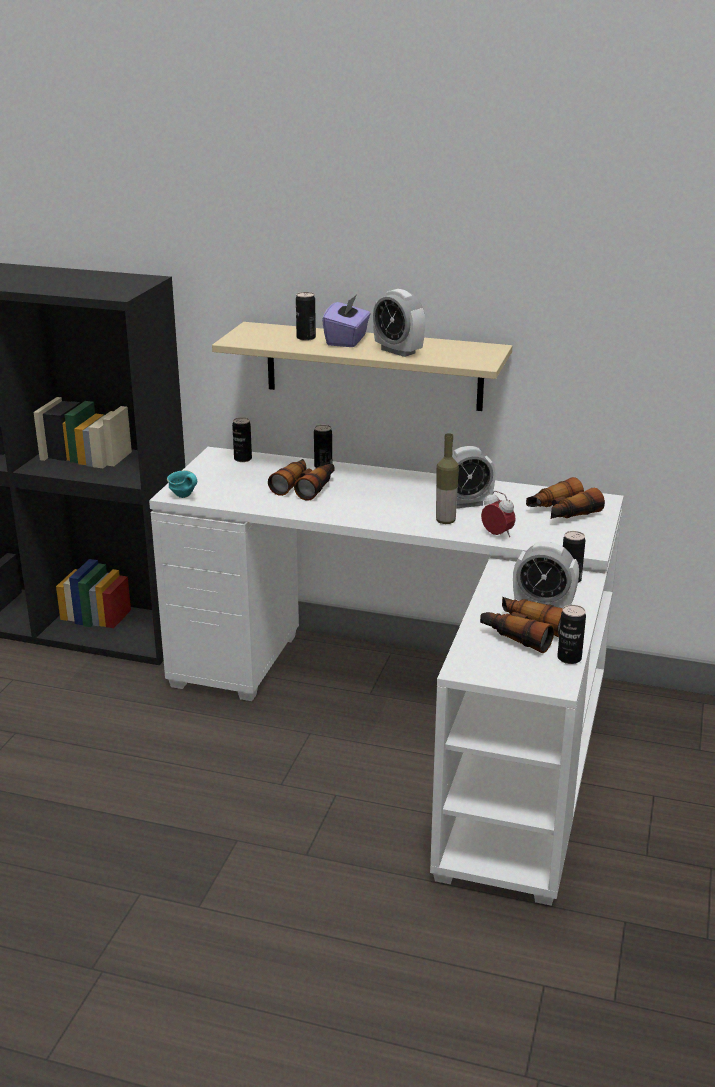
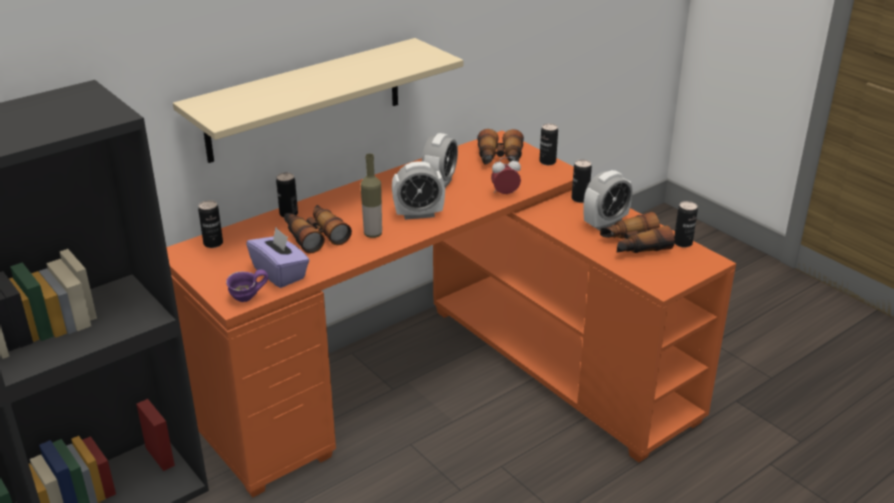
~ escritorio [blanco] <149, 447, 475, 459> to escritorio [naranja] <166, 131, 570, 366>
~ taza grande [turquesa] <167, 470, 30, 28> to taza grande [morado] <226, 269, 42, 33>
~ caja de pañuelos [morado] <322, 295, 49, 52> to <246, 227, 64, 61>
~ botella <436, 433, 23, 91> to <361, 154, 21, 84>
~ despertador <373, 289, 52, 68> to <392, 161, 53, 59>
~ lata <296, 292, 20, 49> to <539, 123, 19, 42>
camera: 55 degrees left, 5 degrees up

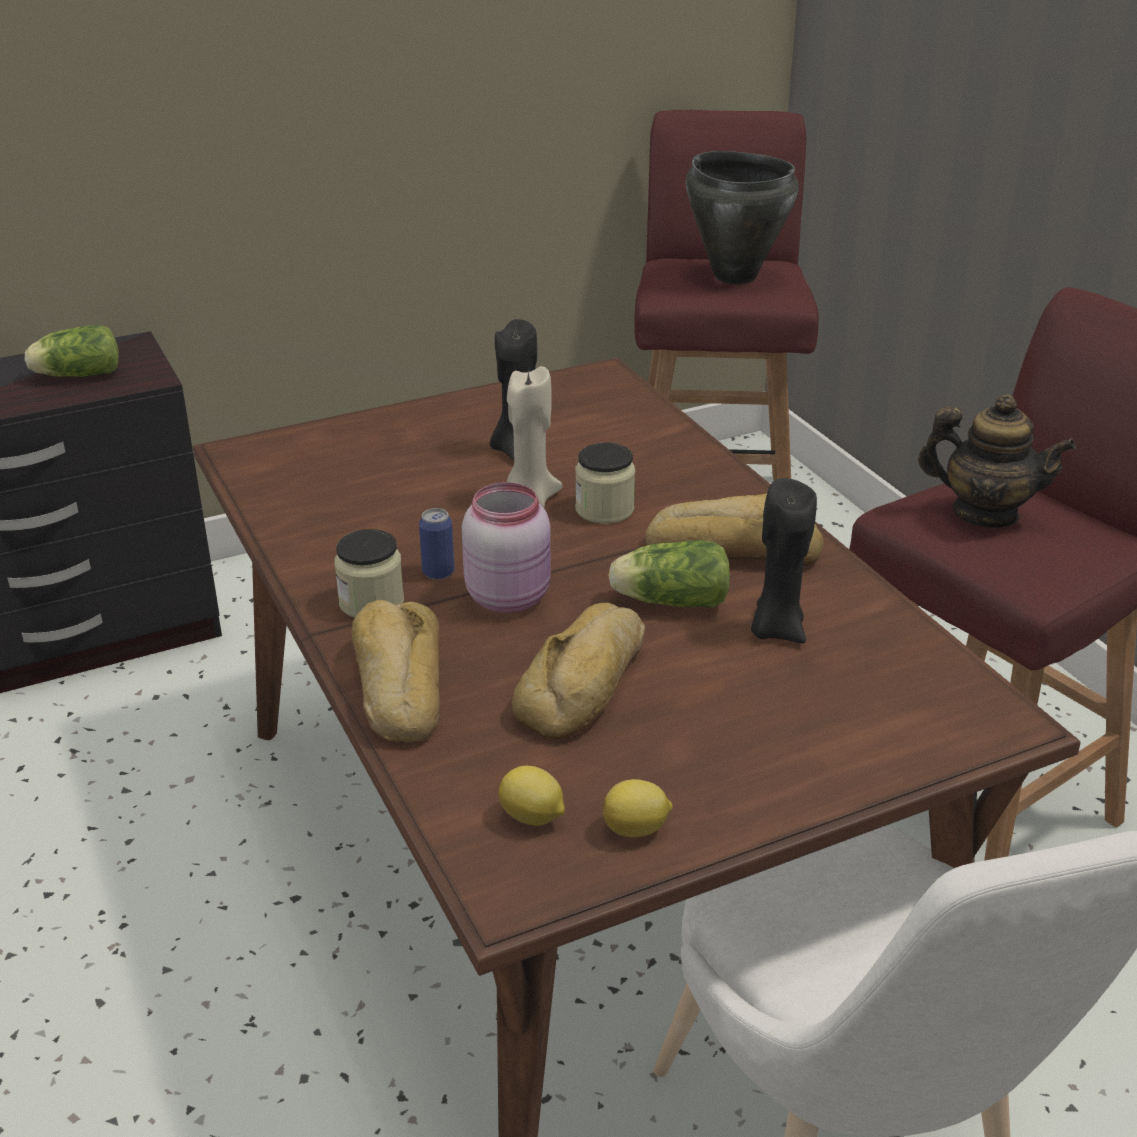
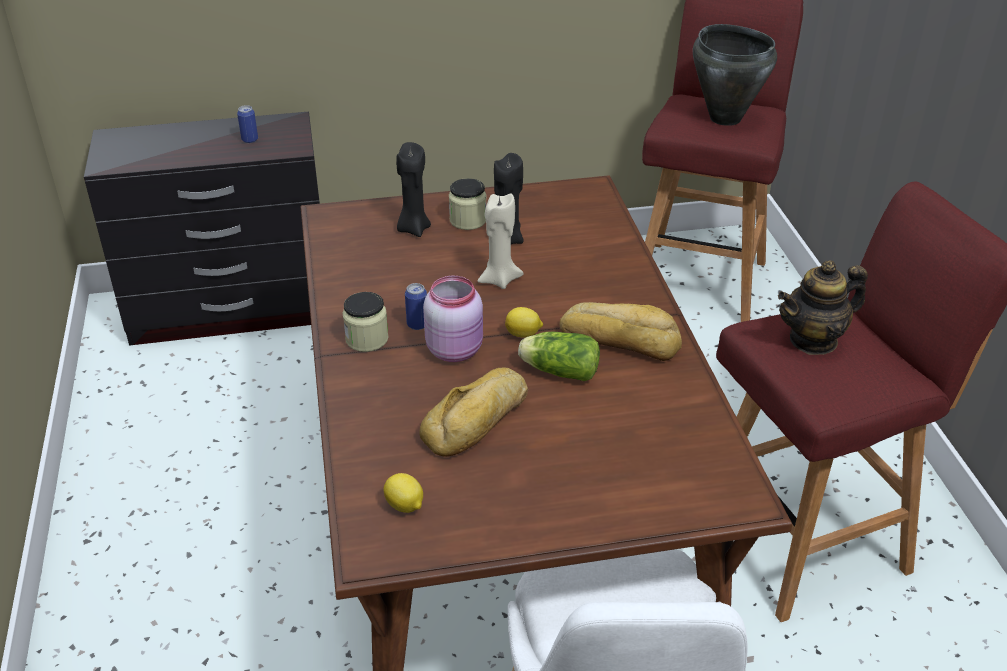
~ lechuga <25, 325, 94, 52> to lata <237, 105, 21, 38>
~ vela [negro] <751, 478, 66, 165> to <396, 142, 35, 95>
~ tarro <575, 442, 60, 82> to <449, 178, 37, 52>
~ limón <603, 779, 70, 58> to <505, 307, 38, 31>
~ tetera <918, 394, 158, 134> = <778, 260, 90, 95> 120 degrees clockwise
- pan <352, 600, 88, 142>
camera: 15 degrees right, 5 degrees up

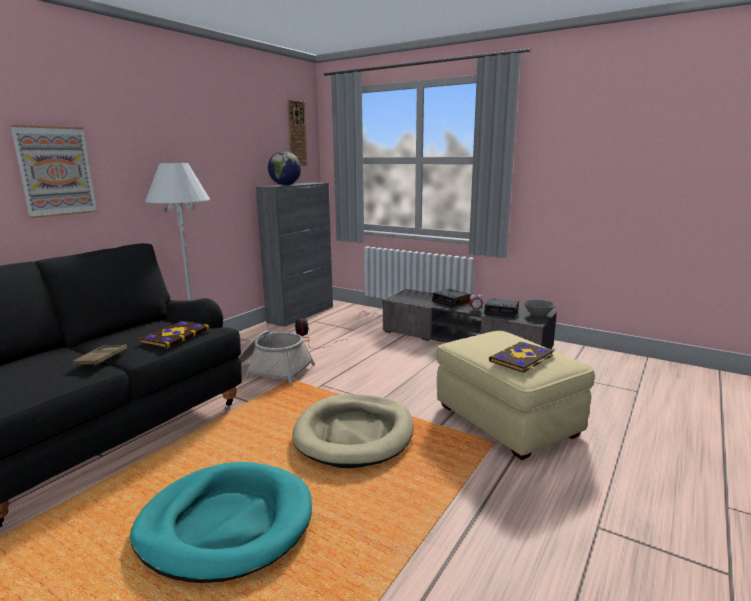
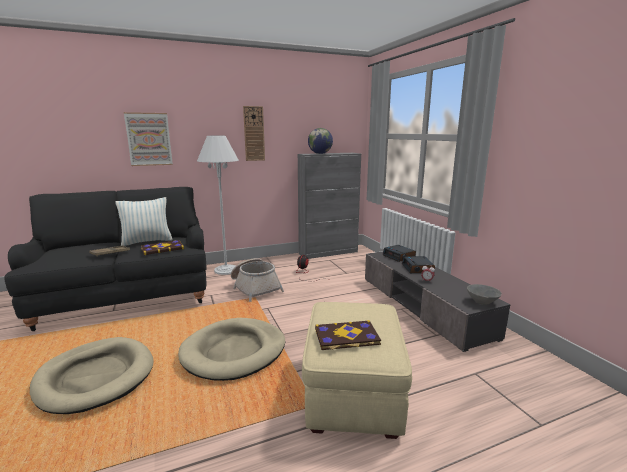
~ cama para perro [turquesa] <130, 462, 182, 121> to cama para perro [beis] <30, 337, 124, 77>
+ cojín <115, 197, 57, 49>
~ reloj de pared <287, 100, 21, 66> to <243, 106, 22, 55>
~ despertador <484, 298, 35, 20> to <383, 245, 33, 17>
camera: 35 degrees right, 0 degrees up

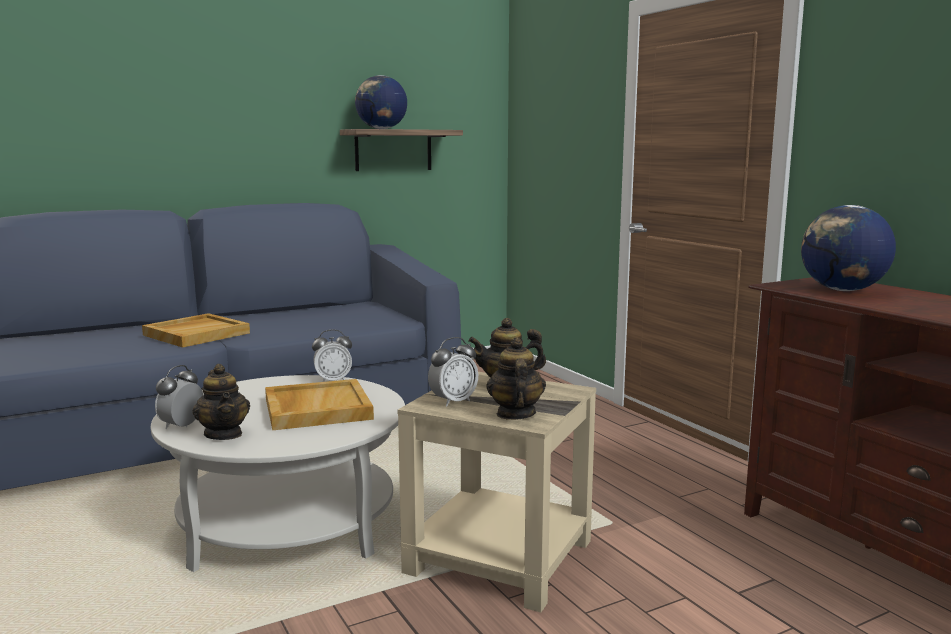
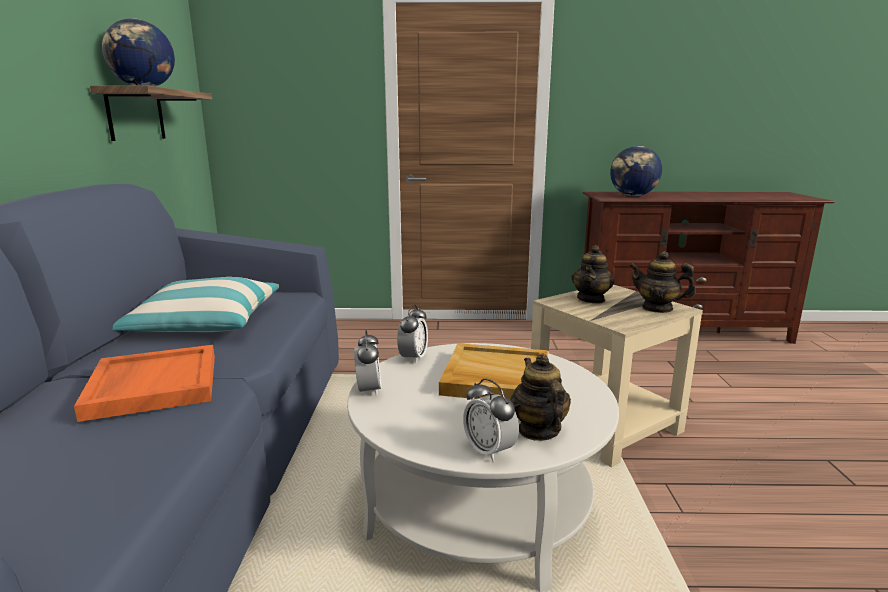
~ bandeja [beis] <142, 313, 108, 35> to bandeja [naranja] <74, 345, 141, 77>
+ cojín <113, 277, 166, 55>
~ despertador <428, 337, 50, 69> to <354, 330, 27, 66>
~ tetera <192, 364, 58, 76> = <510, 353, 61, 88> 105 degrees counterclockwise
camera: 60 degrees left, 5 degrees up

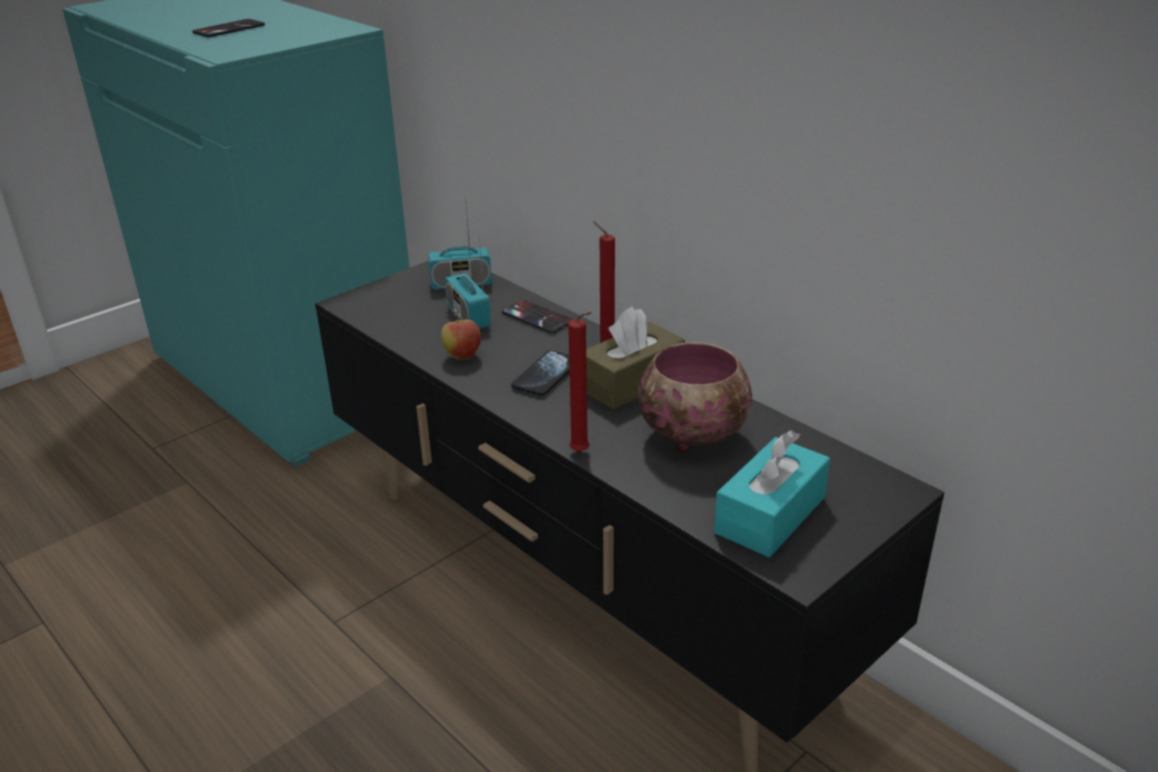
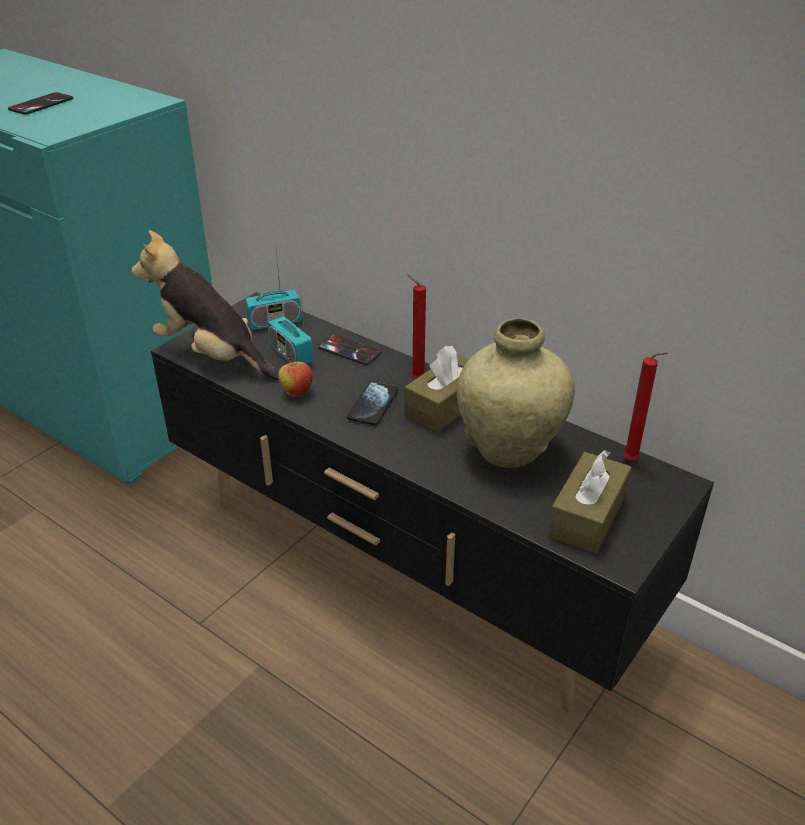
+ peluche <132, 230, 147, 150>
~ cuenco <638, 342, 114, 111> to florero [beis] <457, 318, 118, 150>
~ caja de pañuelos [turquesa] <714, 430, 116, 127> to caja de pañuelos [marrón] <548, 450, 84, 104>
~ vela [rojo] <568, 312, 24, 140> to <623, 352, 45, 109>
camera: 10 degrees left, 5 degrees up

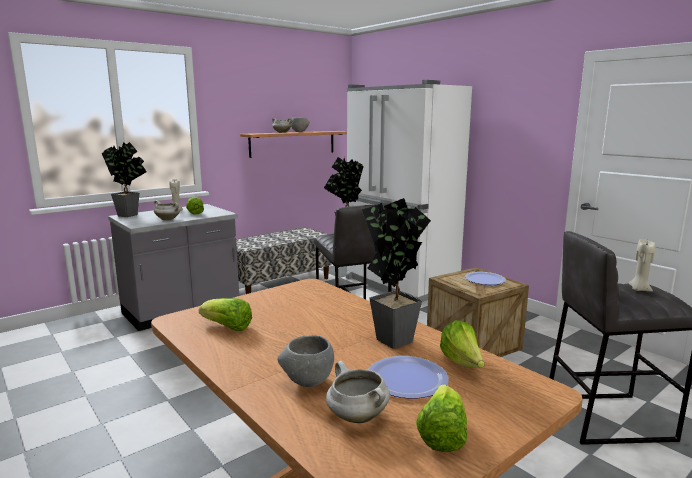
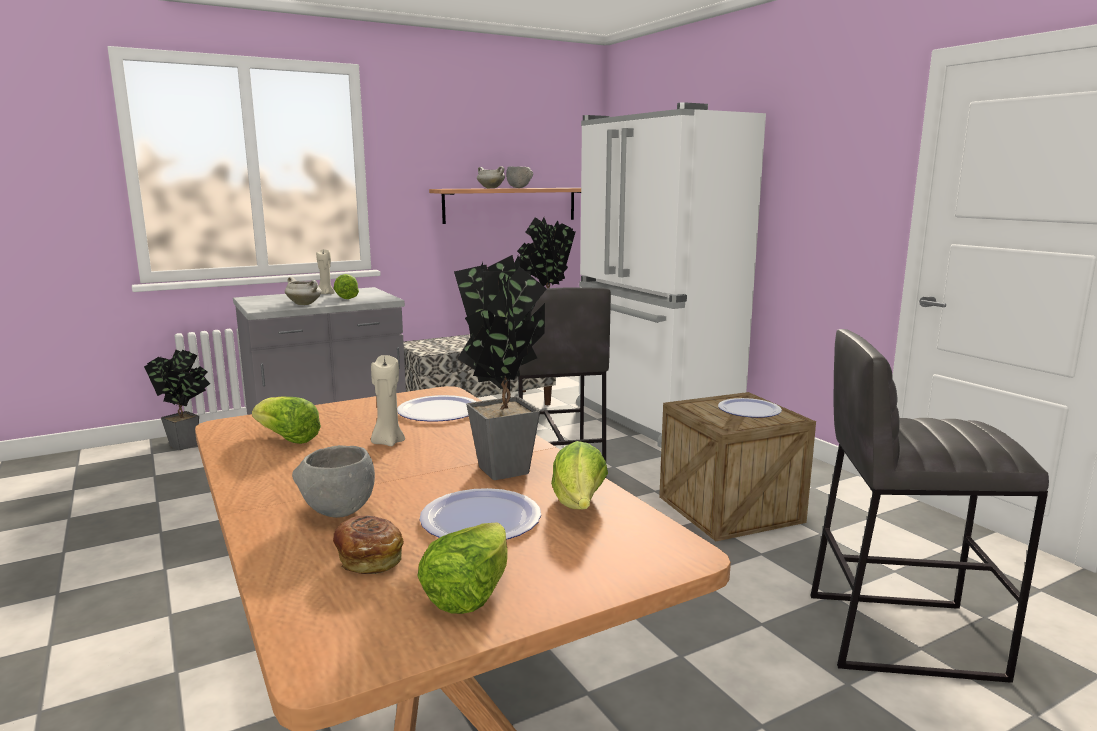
~ planta en maceta <102, 142, 44, 75> to <144, 350, 66, 100>
~ olla [blanco] <326, 361, 64, 62> to pan <333, 515, 71, 59>
~ vela [beis] <629, 239, 26, 53> to <371, 355, 34, 91>
+ plato <397, 395, 80, 27>
camera: 10 degrees right, 0 degrees up

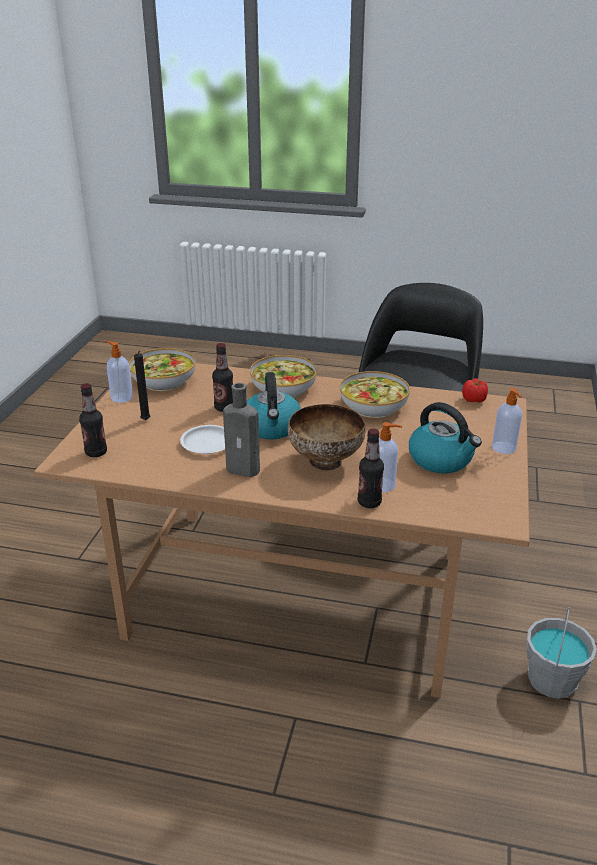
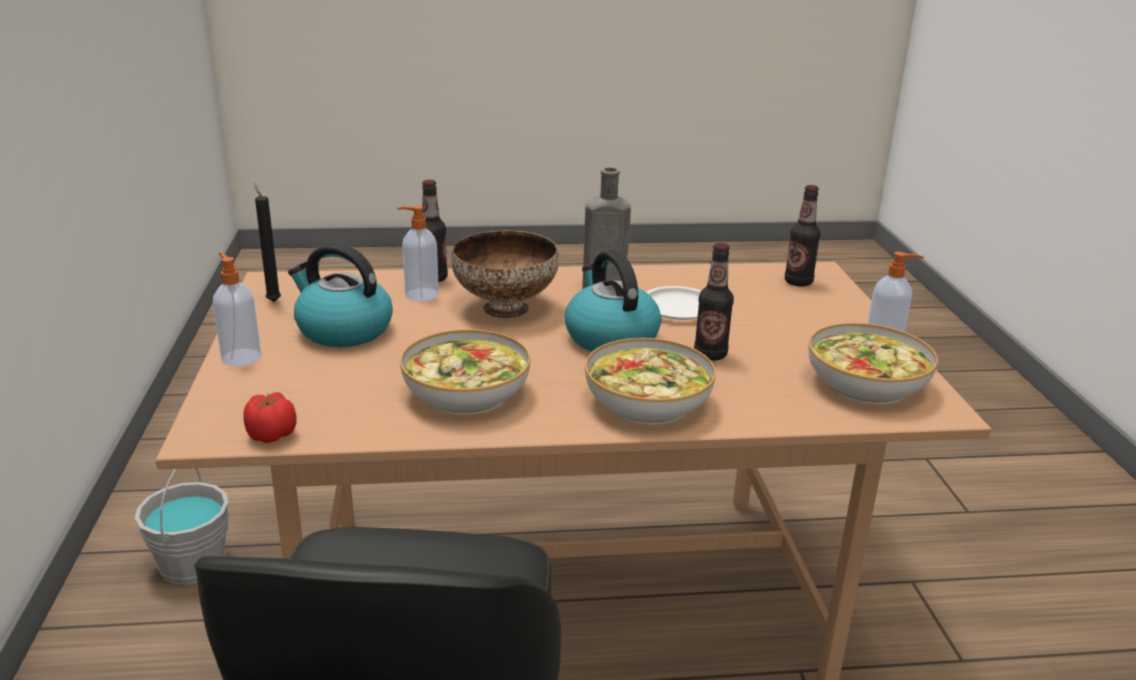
~ vela [negro] <134, 351, 16, 69> to <254, 182, 27, 120>
camera: 160 degrees right, 5 degrees down

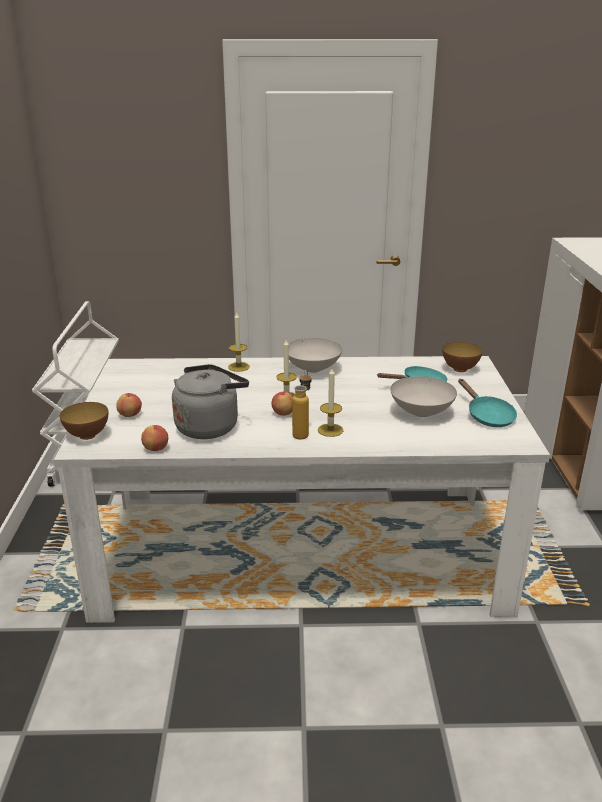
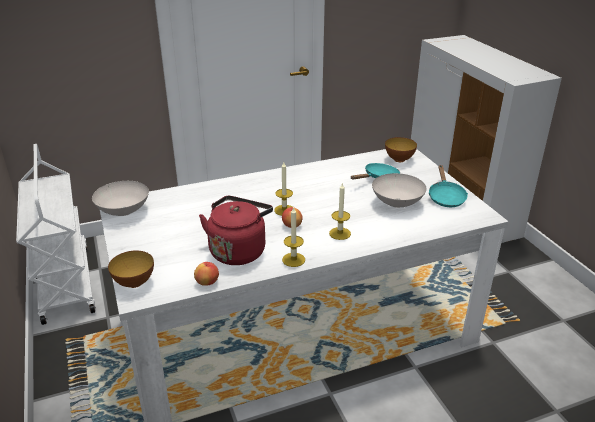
~ cuenco [blanco] <288, 338, 55, 35> to <92, 181, 57, 35>
~ hervidor [gris] <172, 364, 77, 75> to hervidor [rojo] <199, 196, 74, 69>
~ vela <228, 312, 22, 60> to <282, 207, 23, 60>
~ sartén [turquesa] <458, 379, 59, 48> = <429, 165, 39, 42> 45 degrees clockwise
- manzana <116, 393, 26, 24>
- botella <292, 370, 19, 70>
camera: 20 degrees left, 5 degrees up

